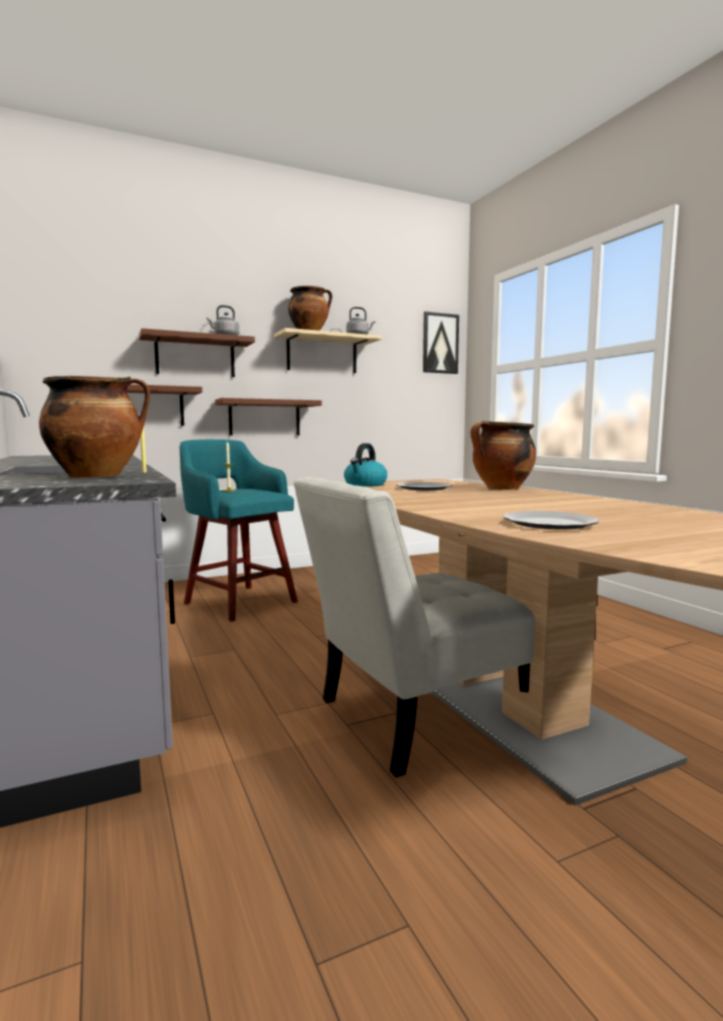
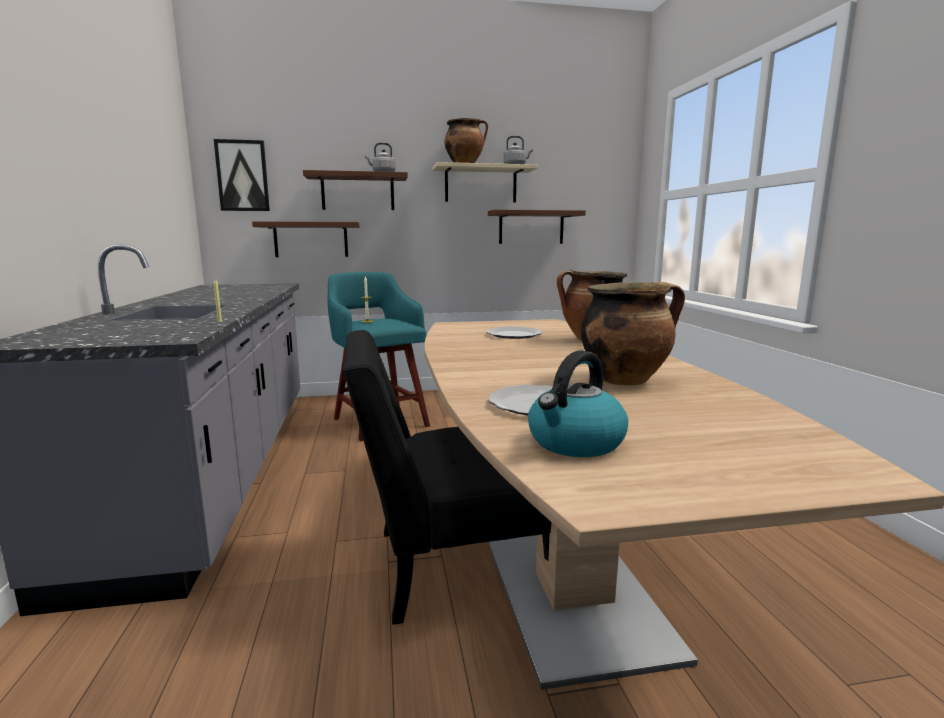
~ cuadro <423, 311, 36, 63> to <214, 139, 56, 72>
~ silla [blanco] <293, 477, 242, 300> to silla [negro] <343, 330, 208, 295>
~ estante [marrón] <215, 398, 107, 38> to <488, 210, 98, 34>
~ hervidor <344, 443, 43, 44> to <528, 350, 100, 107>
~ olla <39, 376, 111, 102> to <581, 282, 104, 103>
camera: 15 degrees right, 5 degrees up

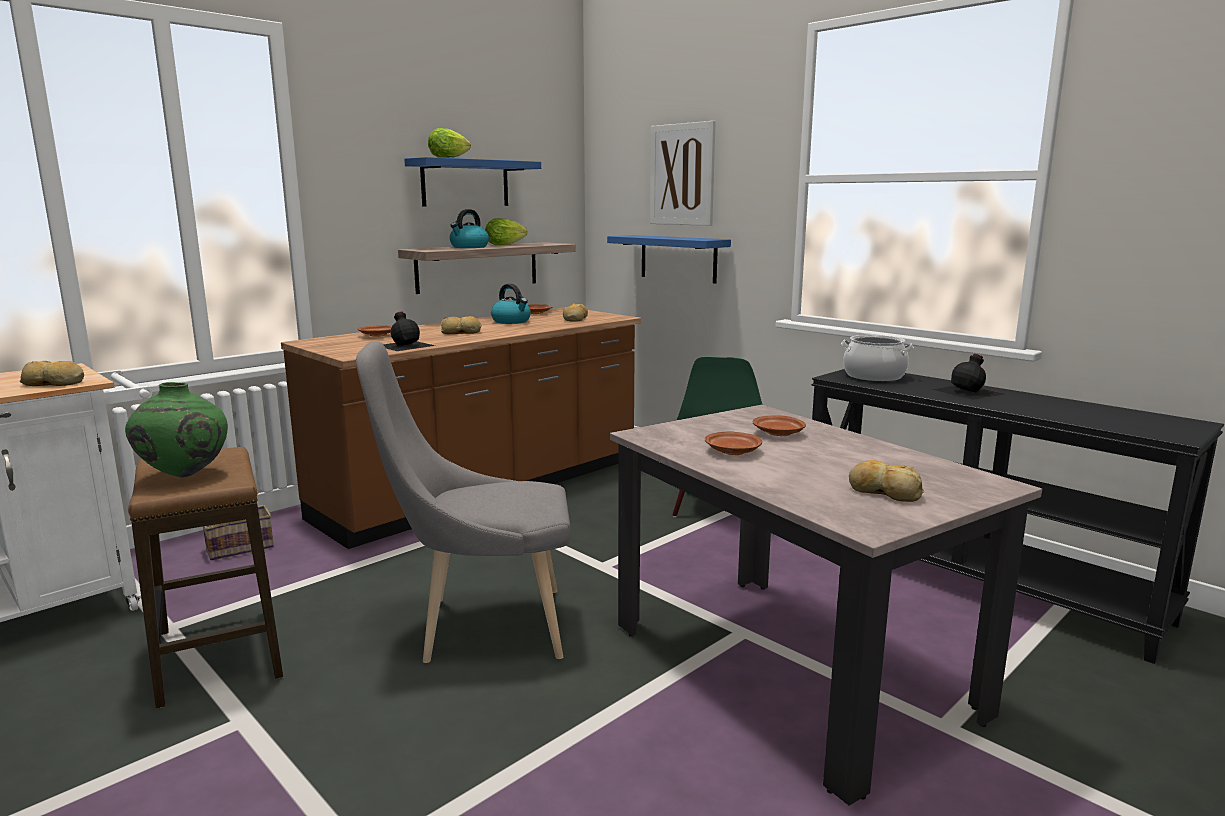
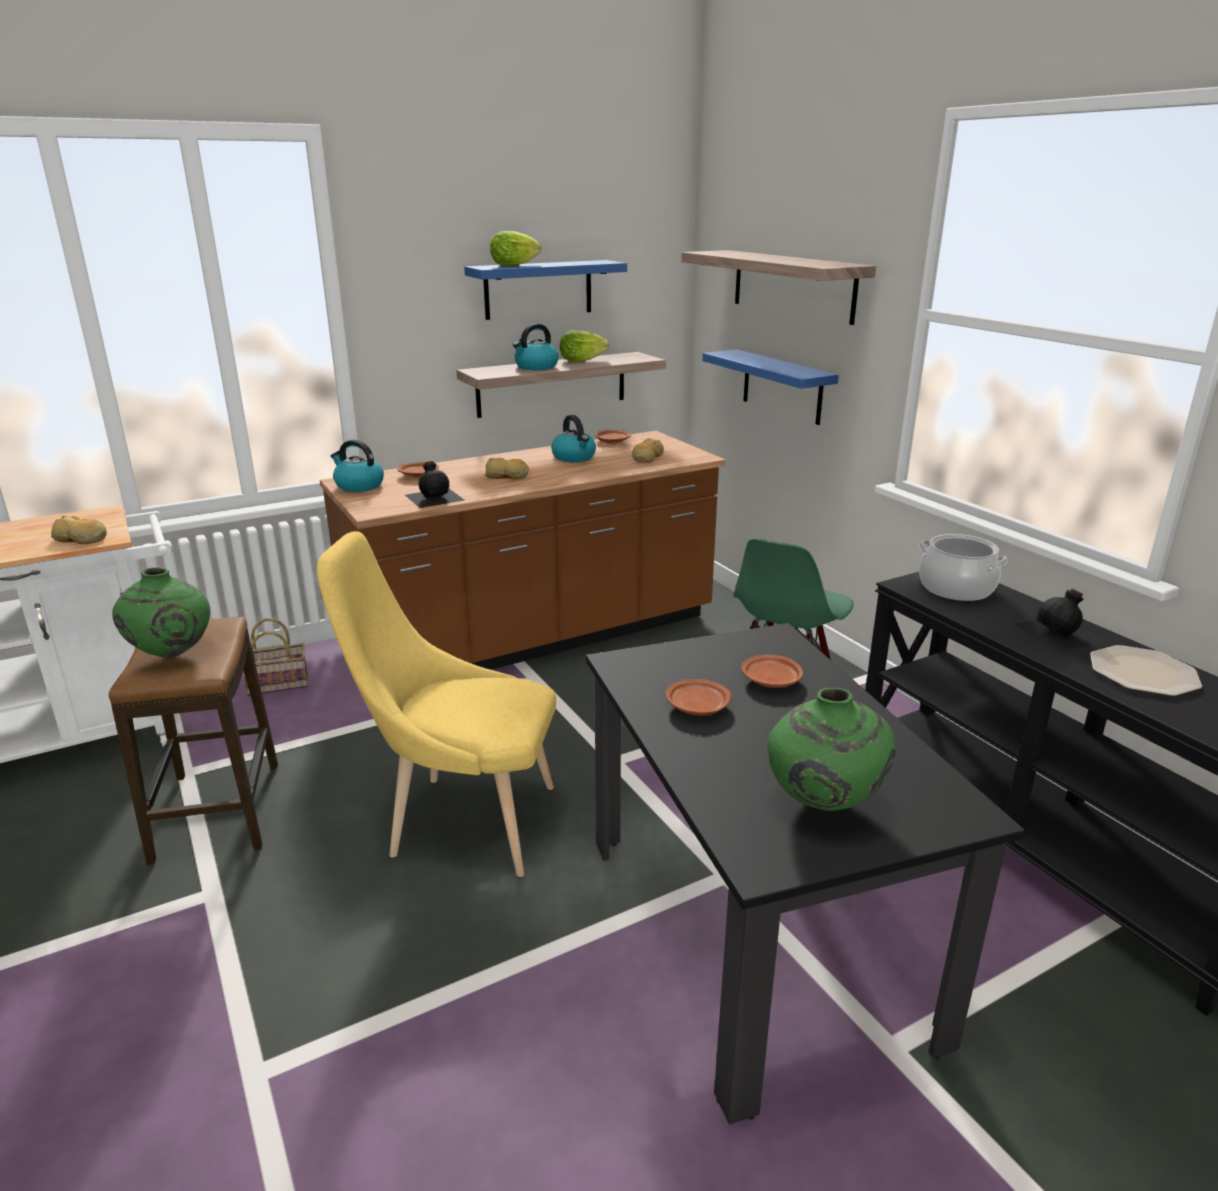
~ silla [gris] <356, 341, 215, 322> to silla [amarillo] <317, 531, 239, 346>
+ hervidor <331, 440, 53, 52>
~ mesa de comedor [beis] <610, 405, 432, 401> to mesa de comedor [negro] <586, 623, 439, 501>
~ cuadro <650, 121, 66, 105> to estante <681, 250, 195, 75>
~ pan <849, 460, 75, 42> to florero [verde] <767, 688, 129, 123>
+ plato <1090, 645, 112, 51>
camera: 15 degrees right, 10 degrees up

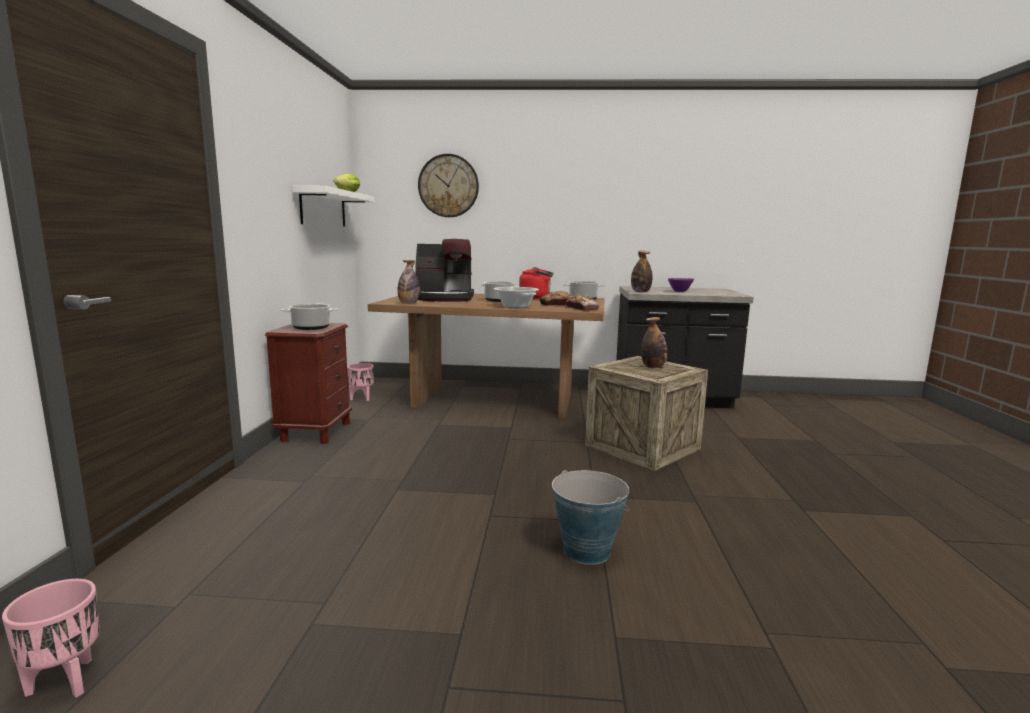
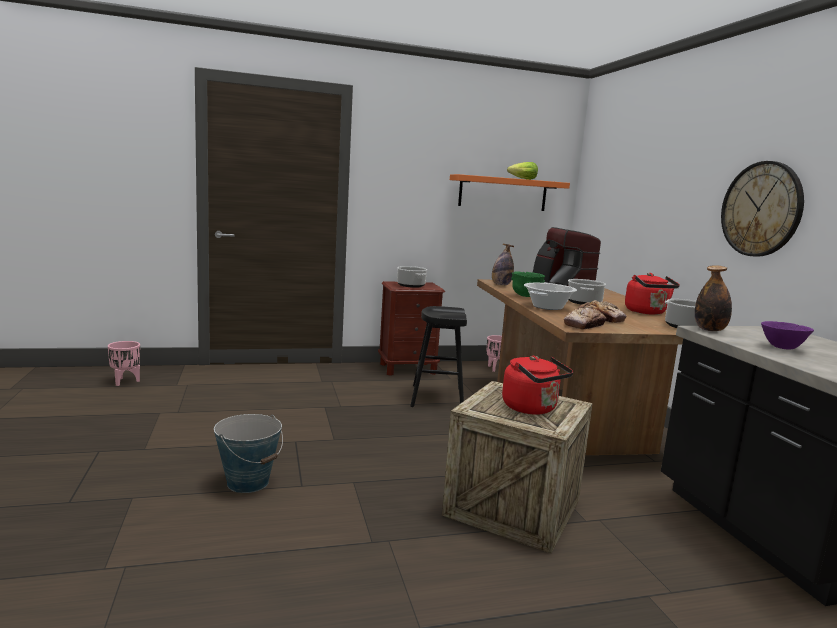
+ taburete [negro] <410, 306, 57, 101>
~ estante [blanco] <292, 185, 82, 42> to estante [naranja] <450, 174, 120, 37>
~ botella <641, 317, 26, 51> to hervidor [rojo] <502, 356, 71, 59>
+ cuenco [verde] <511, 271, 34, 26>
~ reloj de pared <418, 154, 61, 63> to <721, 161, 83, 96>
camera: 70 degrees right, 0 degrees up

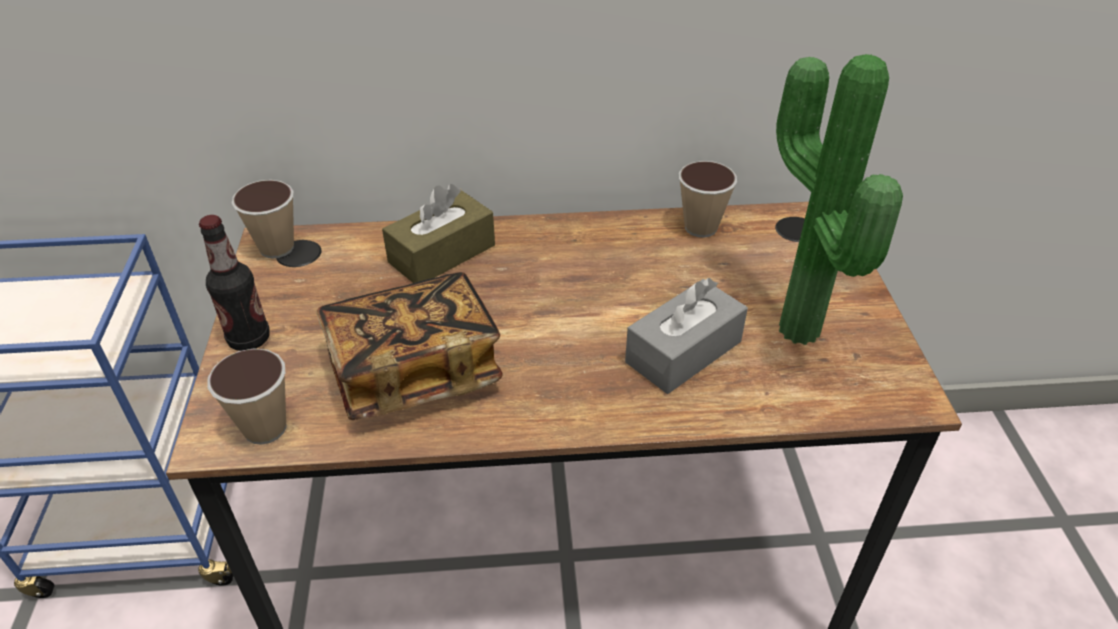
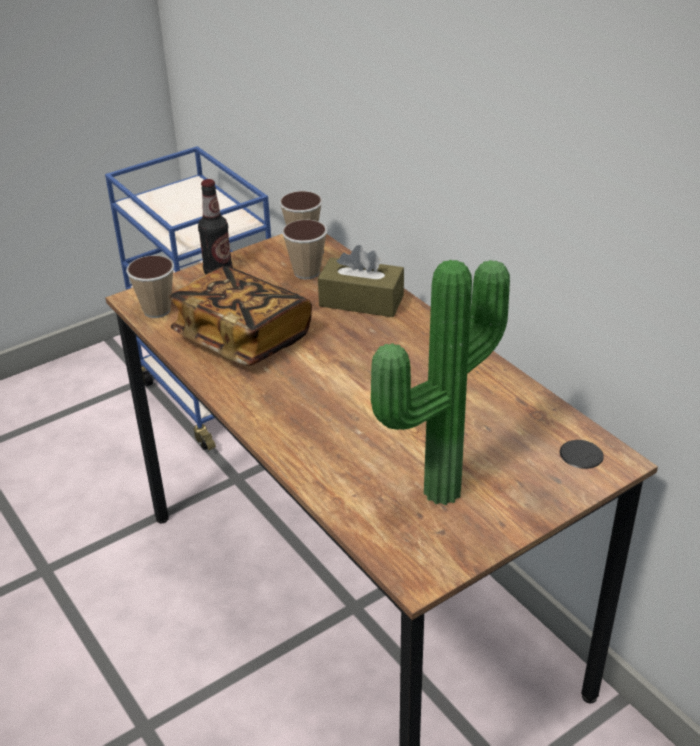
~ taza <679, 161, 58, 77> to <282, 220, 45, 59>
- caja de pañuelos [gris] <625, 278, 123, 116>
camera: 60 degrees right, 5 degrees down

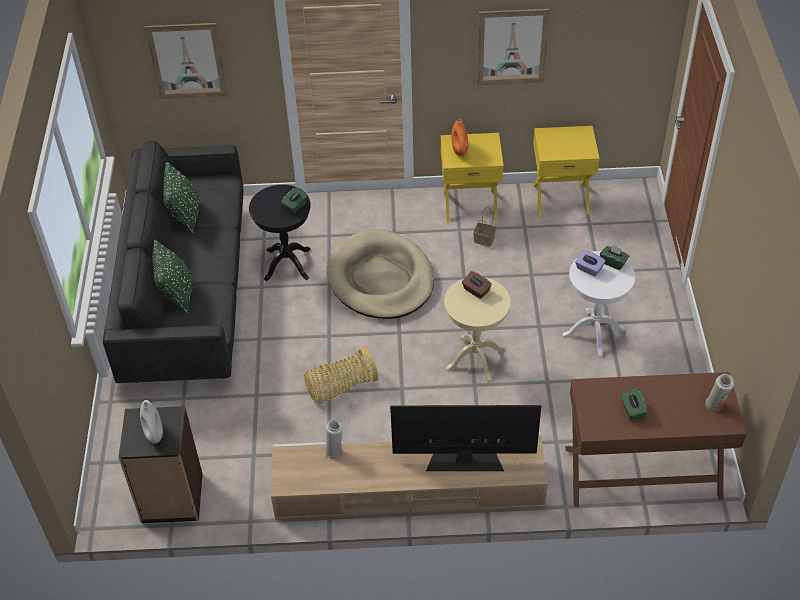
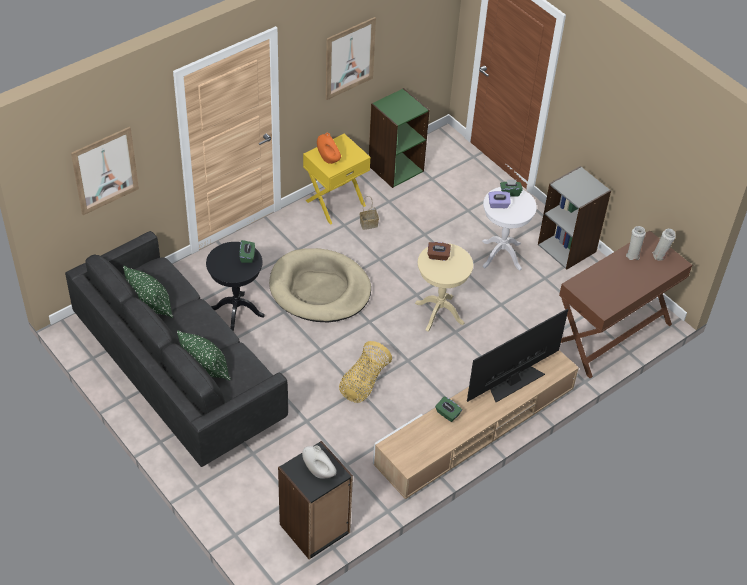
~ mesita de noche [amarillo] <533, 126, 67, 90> to estantería [verde] <369, 88, 61, 100>
~ caja de pañuelos [verde] <621, 388, 27, 32> to <435, 396, 27, 26>
+ estantería [gris] <538, 166, 73, 104>
~ florero [blanco] <325, 419, 18, 41> to <626, 226, 20, 34>
camera: 40 degrees left, 0 degrees up

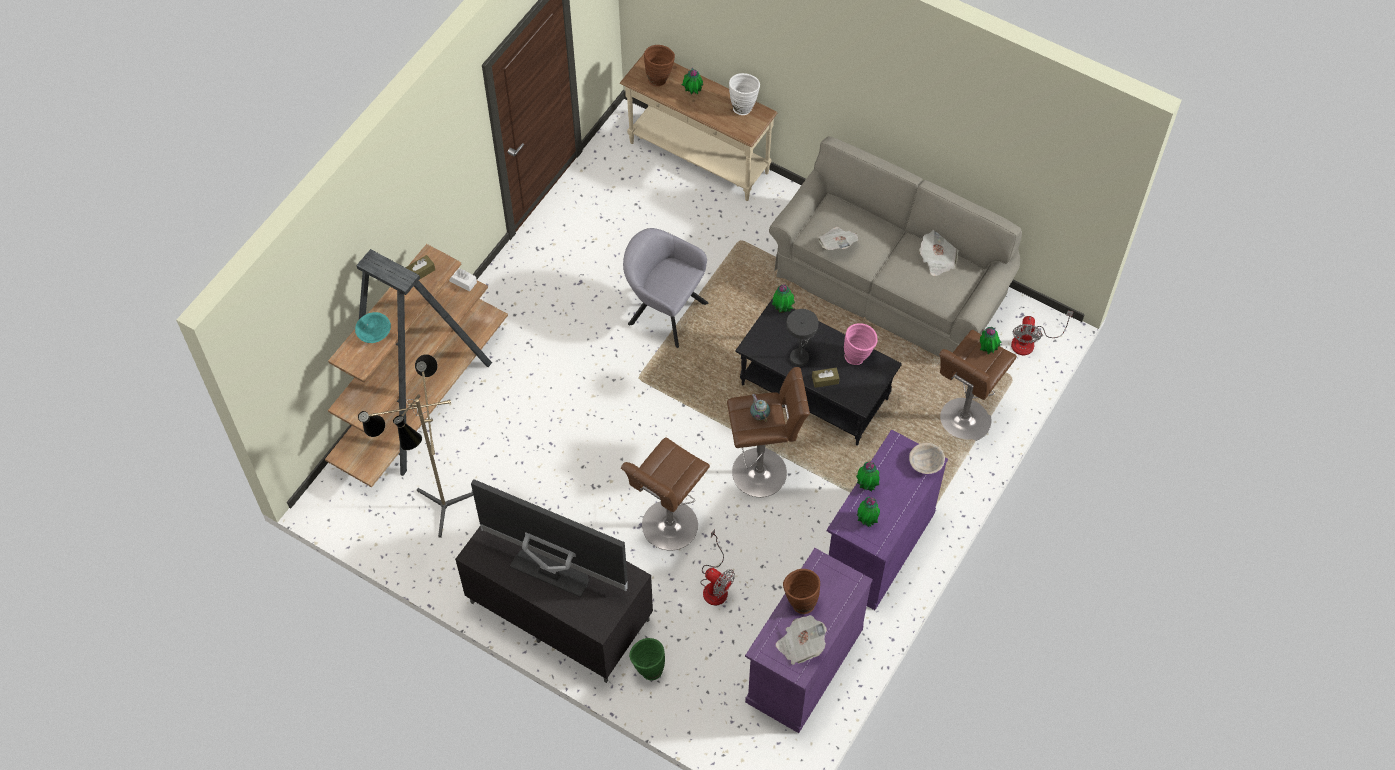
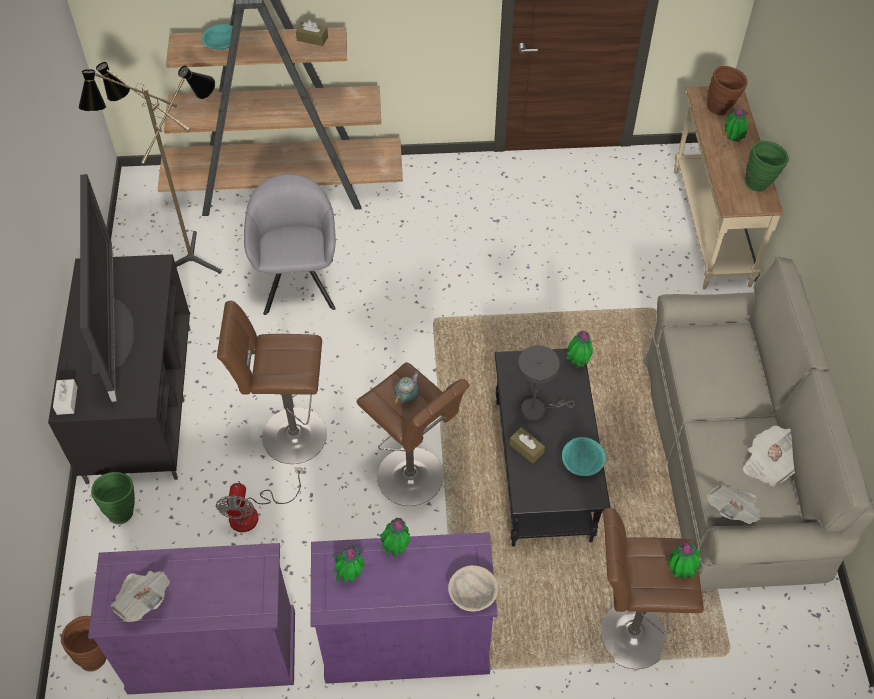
~ caja de pañuelos [blanco] <449, 268, 28, 24> to <53, 379, 25, 36>
~ florero [marrón] <783, 569, 37, 45> to <61, 616, 45, 56>
~ sillón [gris] <623, 228, 85, 120> to <244, 174, 92, 141>
~ florero [rosa] <844, 323, 34, 42> to cuenco [turquesa] <562, 437, 44, 39>
~ periódico <818, 227, 40, 23> to <707, 484, 54, 40>
~ florero [blanco] <729, 73, 31, 42> to florero [verde] <744, 141, 45, 51>
- ventilador <1011, 311, 63, 44>
camera: 55 degrees right, 5 degrees down

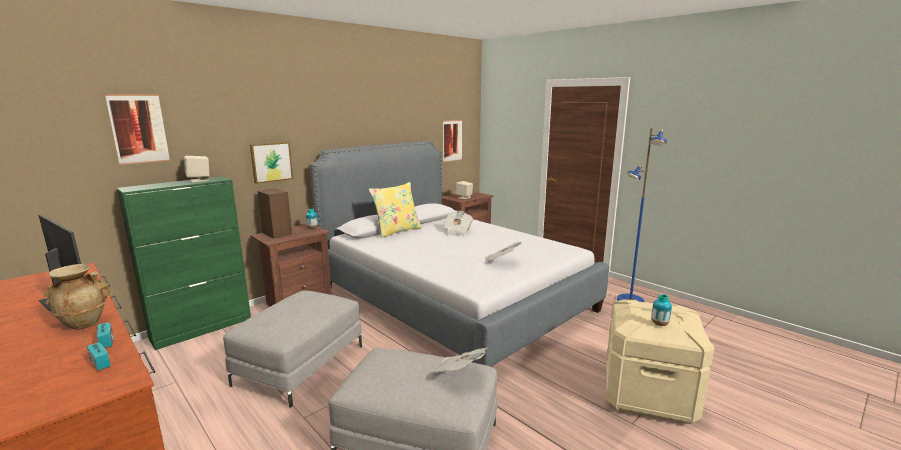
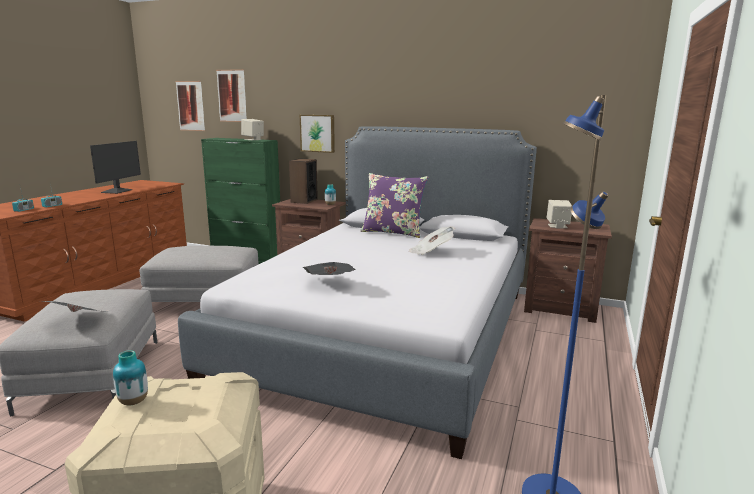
~ cuadro <443, 120, 19, 42> to <175, 81, 30, 50>
~ cojín [amarillo] <368, 182, 54, 57> to cojín [morado] <360, 173, 68, 65>
- florero [beis] <43, 264, 69, 66>
camera: 65 degrees right, 0 degrees up

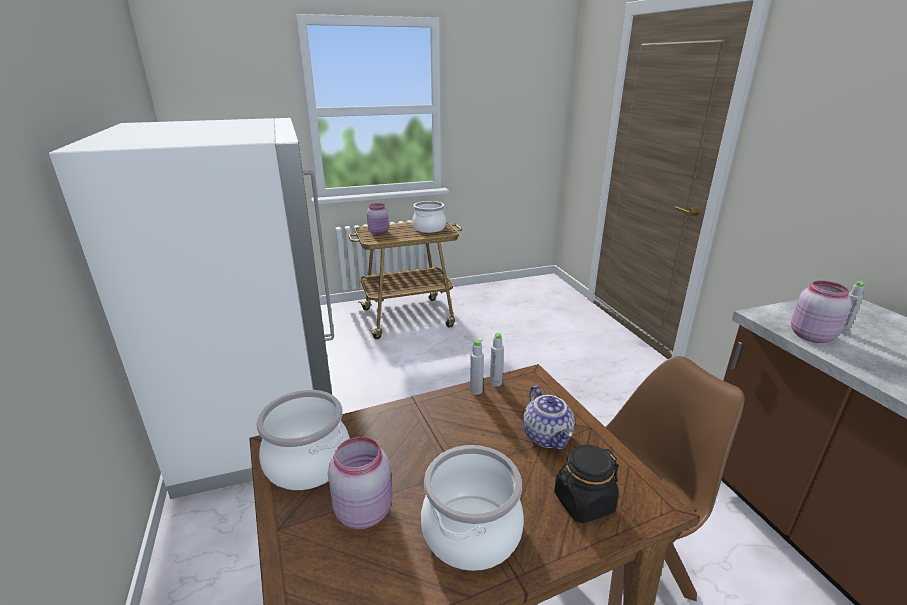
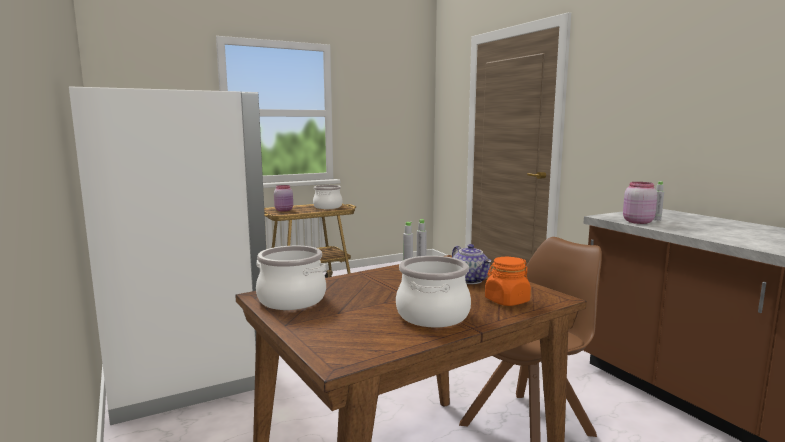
~ tarro [negro] <554, 445, 65, 78> to tarro [naranja] <485, 257, 46, 49>
- tarro [rosa] <328, 437, 64, 92>
camera: 10 degrees left, 15 degrees down

